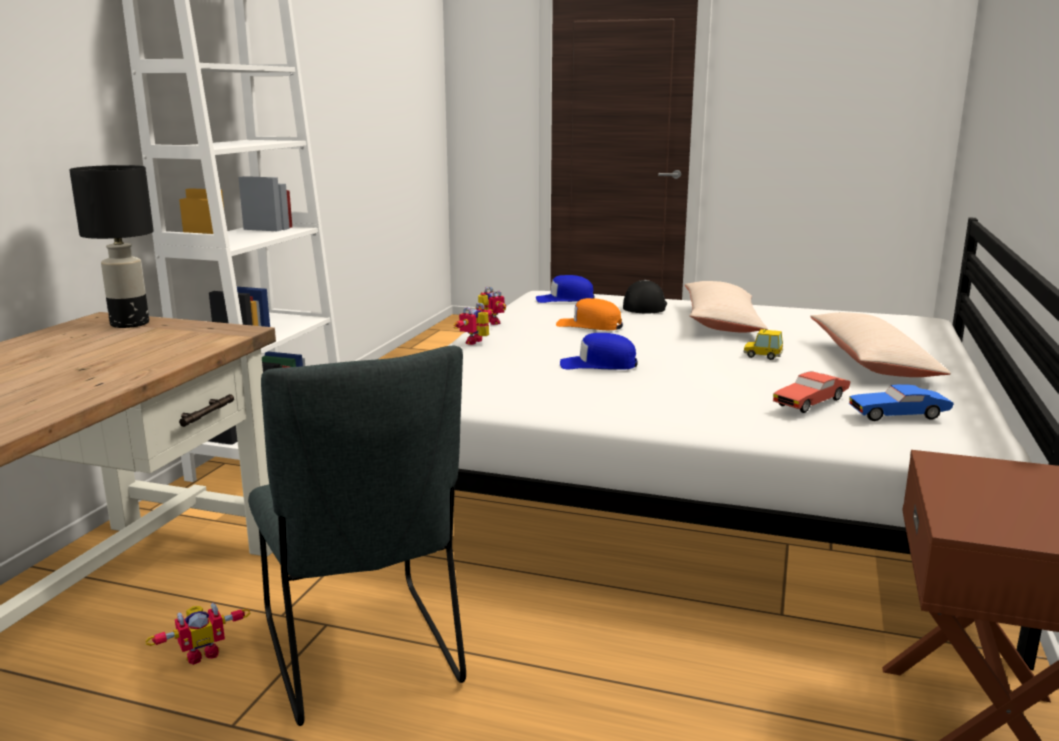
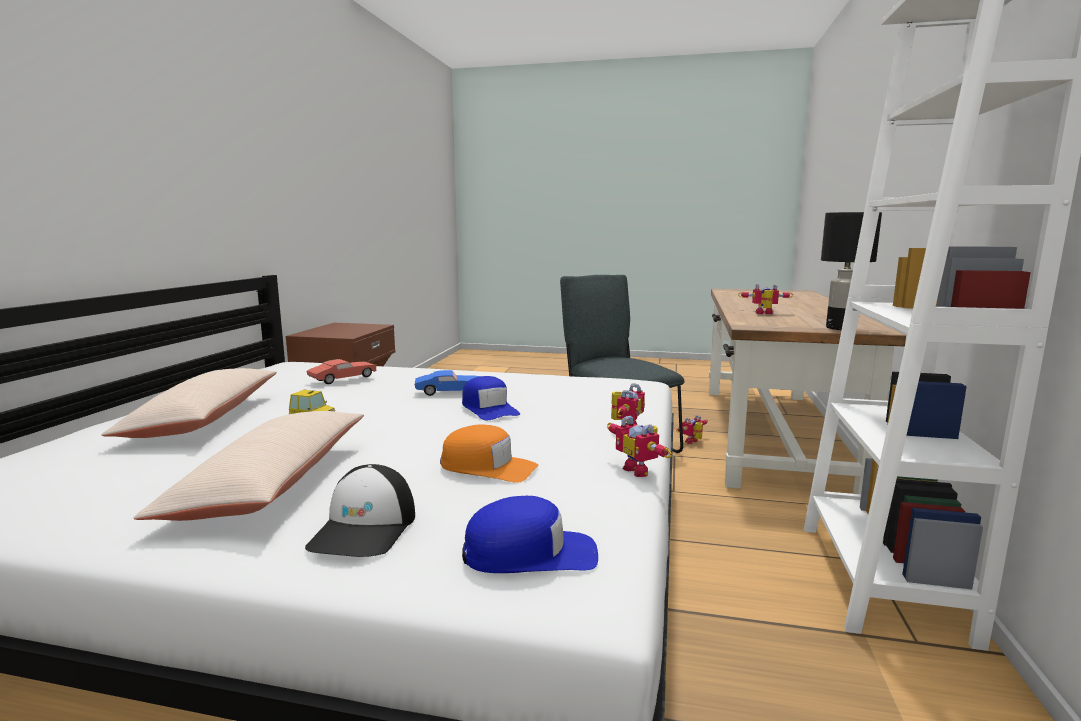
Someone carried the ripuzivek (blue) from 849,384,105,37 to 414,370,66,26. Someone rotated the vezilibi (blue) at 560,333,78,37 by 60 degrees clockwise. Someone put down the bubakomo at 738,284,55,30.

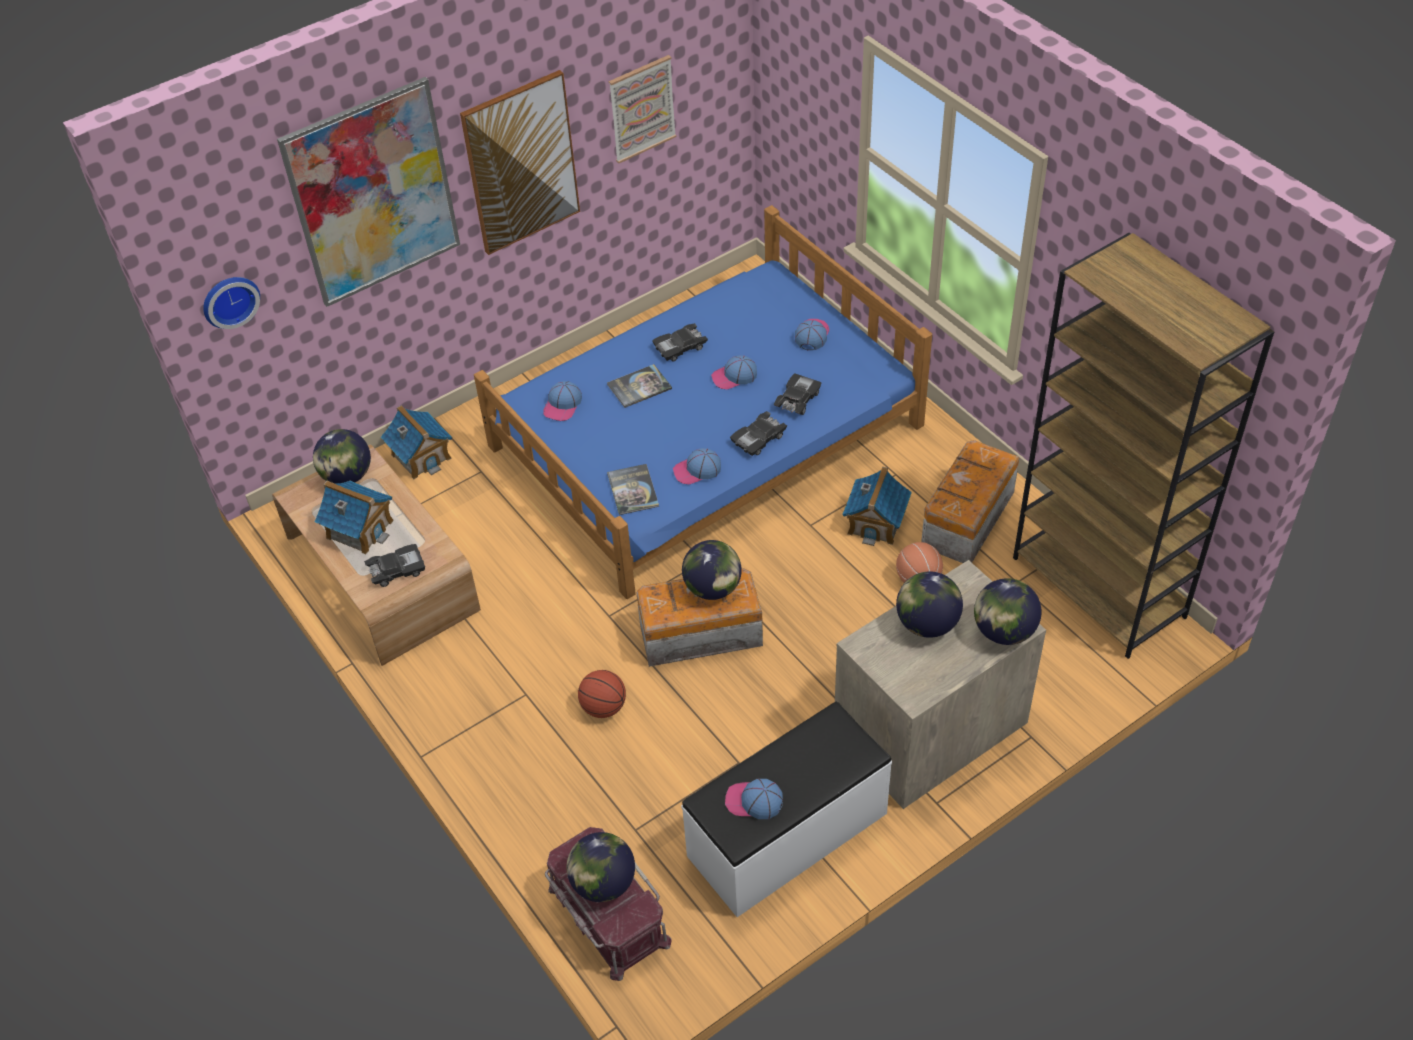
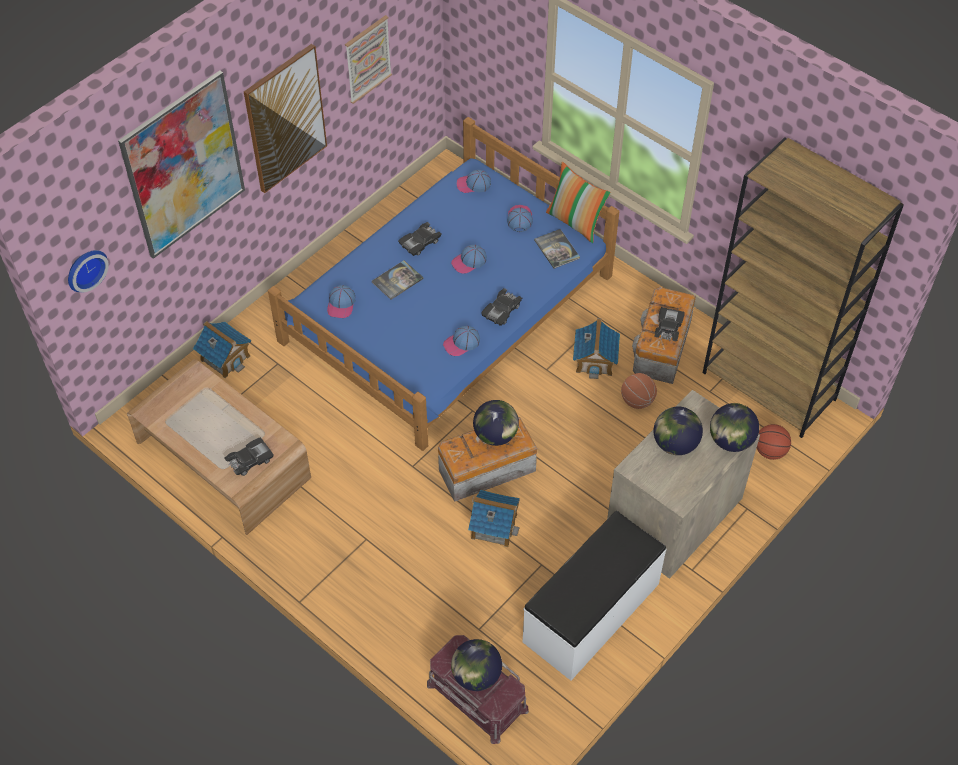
Someone carried the vezilibi from 725,779,58,40 to 457,170,34,23. Someone carried the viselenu from 315,481,79,73 to 468,490,52,57. Someone carried the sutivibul from 607,464,52,51 to 534,229,46,40. Someone put down the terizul at 546,162,65,81. Someone carried the ripuzivek (black) from 774,374,48,41 to 654,307,31,35. Someone carried the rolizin from 578,670,48,48 to 757,424,34,36. Someone took away the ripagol at 313,429,58,54.

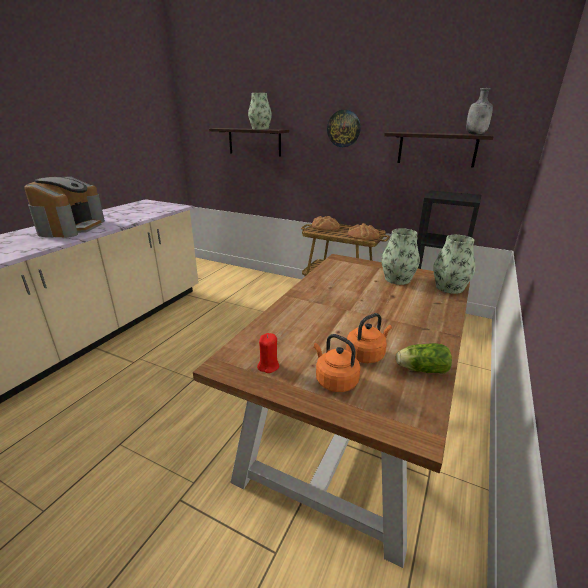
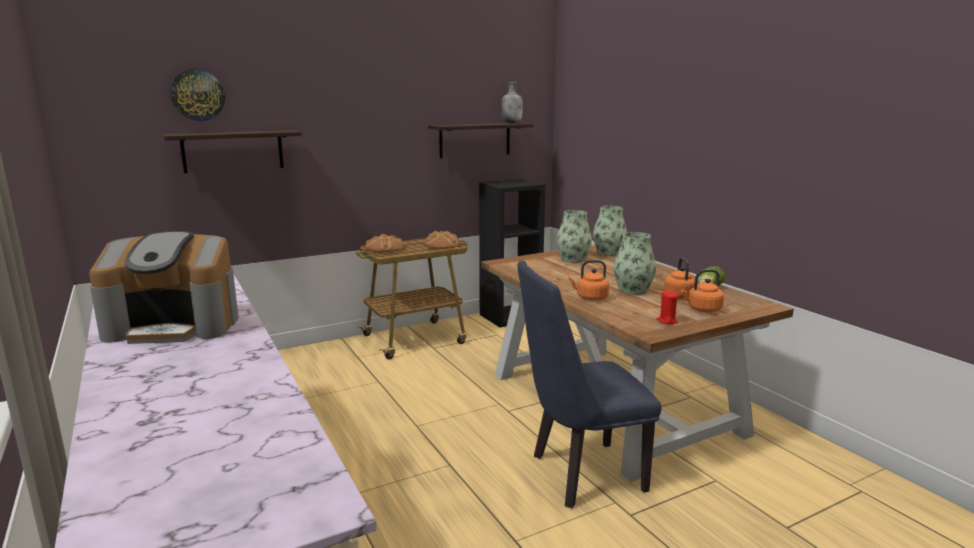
Someone rotated the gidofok at 24,177,81,61 by 135 degrees clockwise. Someone carried the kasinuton from 327,110,34,37 to 170,69,55,52. Someone put down the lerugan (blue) at 518,261,144,247. Someone put down the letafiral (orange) at 568,260,41,41. Someone carried the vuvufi from 248,93,24,37 to 614,232,42,63.

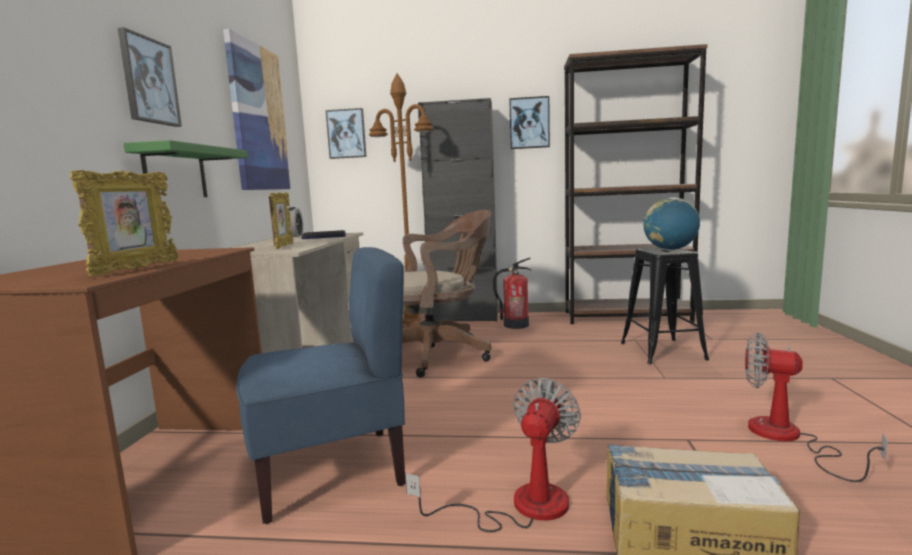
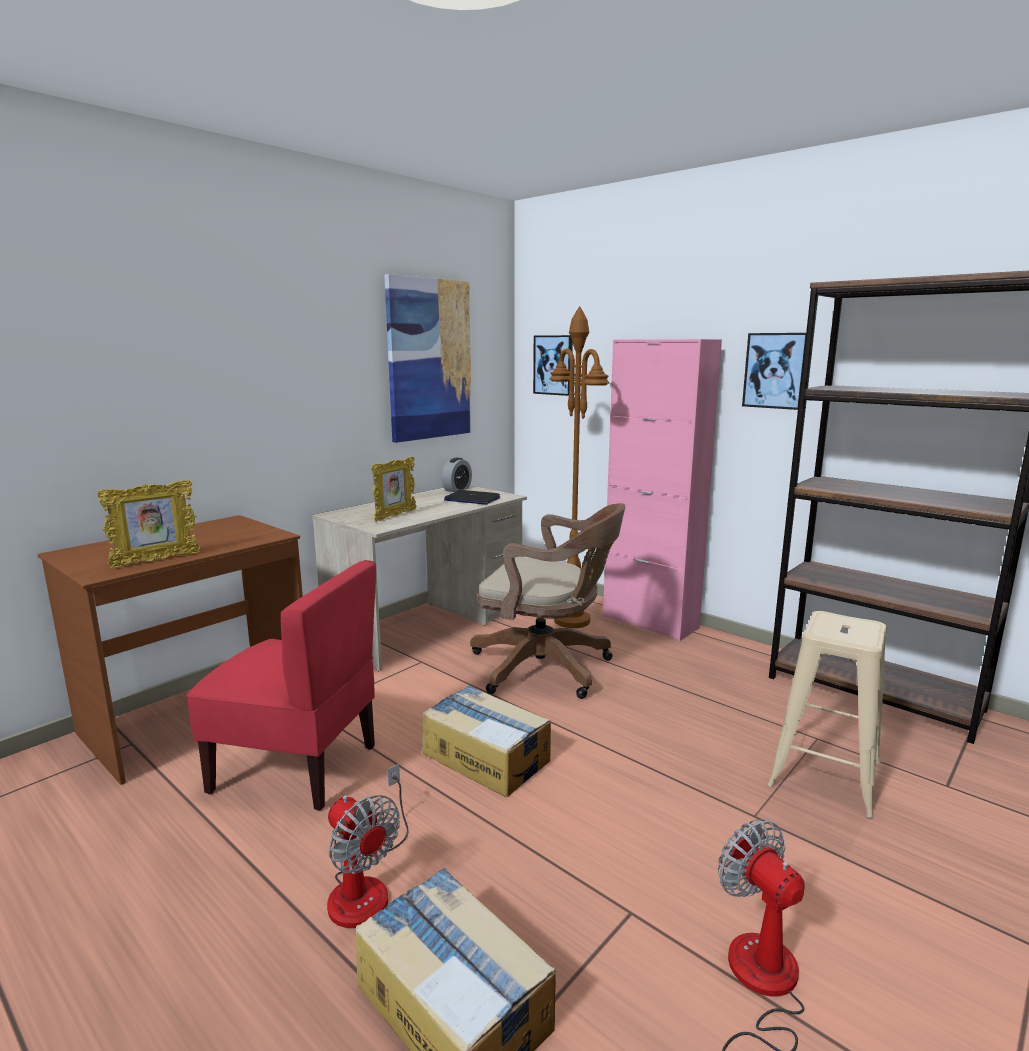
Someone repainted the lerugan (blue) at 236,247,170,277, which became the lerugan (red) at 186,560,190,251. Someone rotated the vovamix at 405,378,176,154 by 75 degrees clockwise. Someone put down the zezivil at 422,685,129,112. Someone repainted the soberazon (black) at 418,98,80,224, which became the soberazon (pink) at 603,339,119,302. Someone repainted the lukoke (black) at 621,248,88,116, which became the lukoke (beige) at 768,611,119,207. Someone took away the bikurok at 118,27,64,100. Someone took away the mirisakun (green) at 124,140,124,57. Someone took away the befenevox at 493,258,38,71. Someone took away the ripagol at 643,197,57,53.

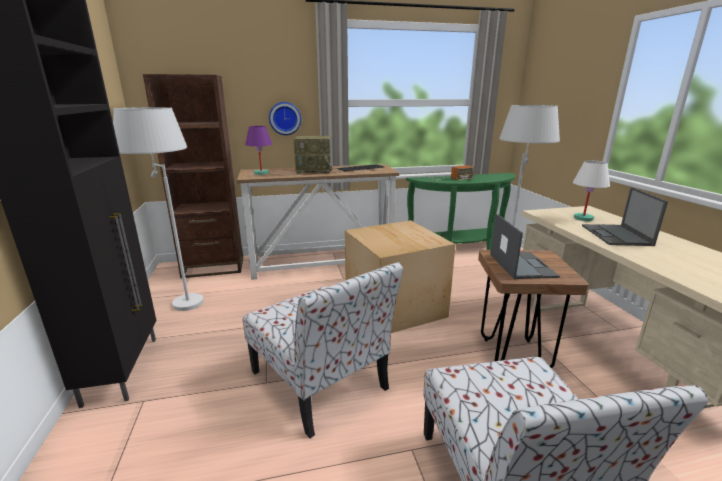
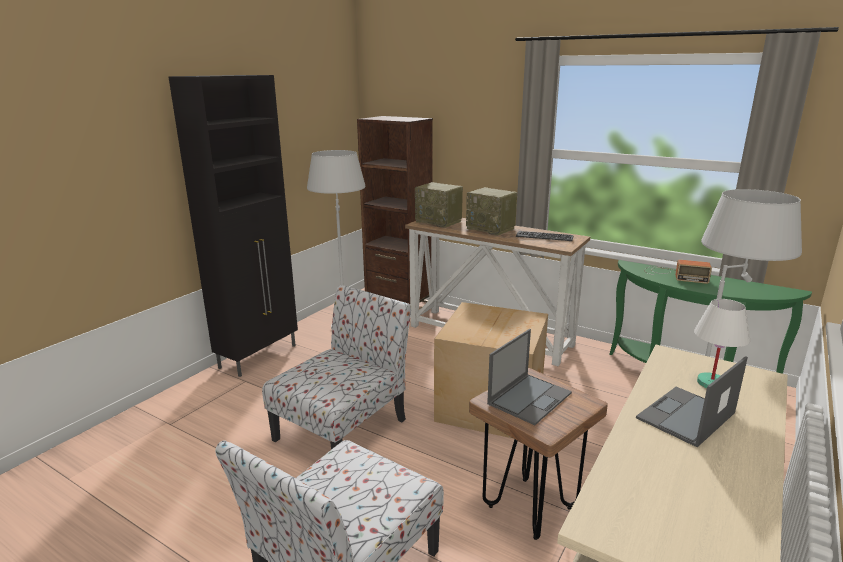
Someone rotated the lerugan at 243,262,160,176 by 150 degrees counterclockwise. Someone swapped the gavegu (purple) at 245,126,27,49 for the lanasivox at 415,182,48,46. Someone took away the kasinuton at 269,102,32,33.

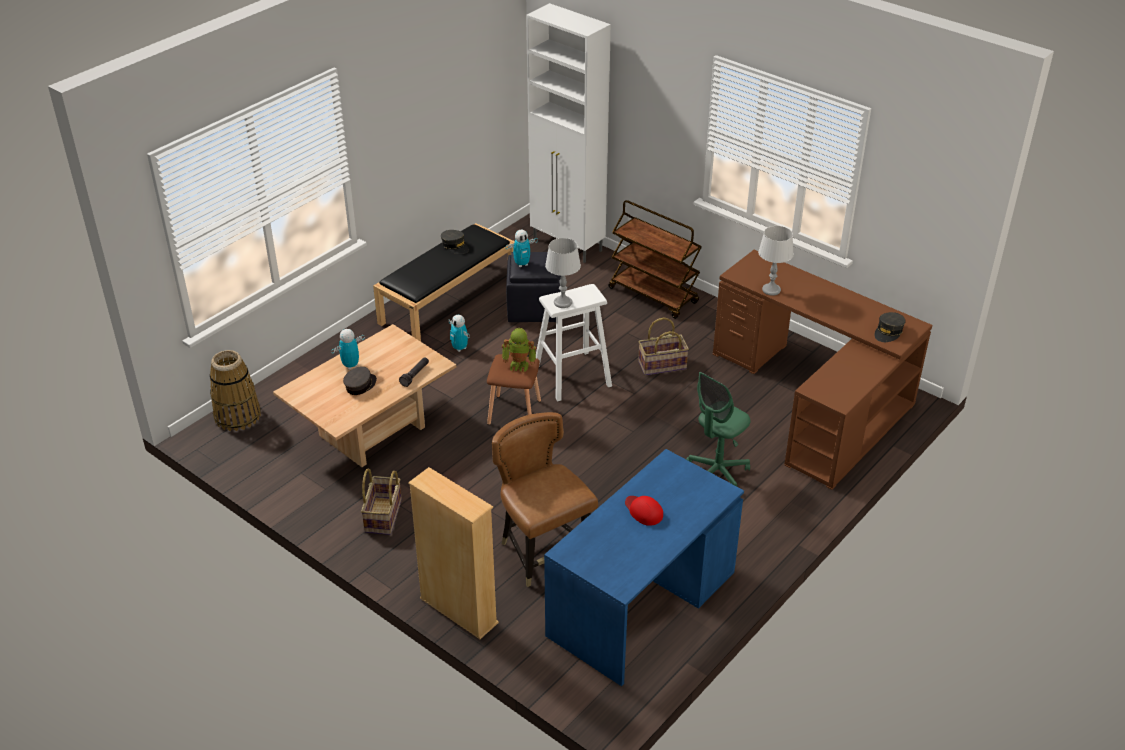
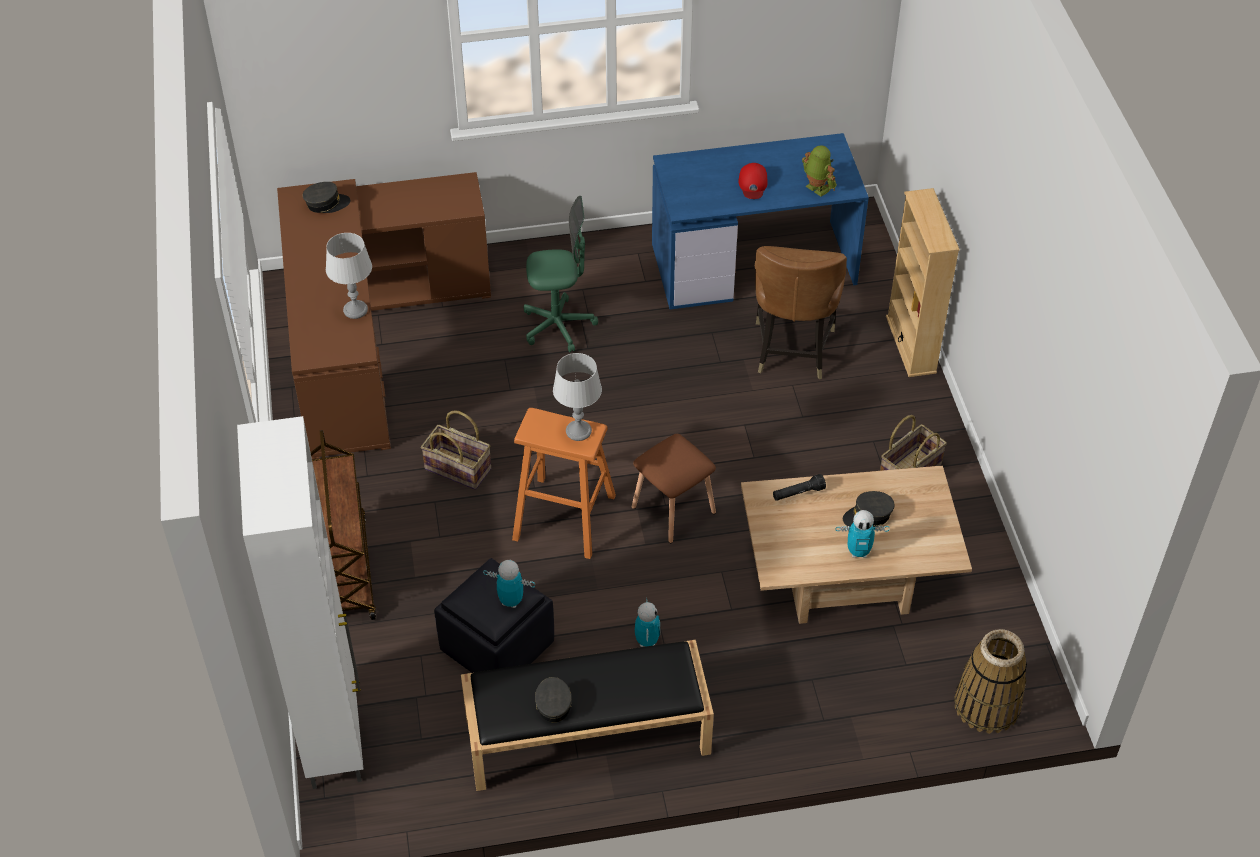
Someone repainted the lukoke (white) at 536,284,76,117, which became the lukoke (orange) at 512,408,104,151. Someone carried the bubakomo from 502,328,35,45 to 802,145,35,51.

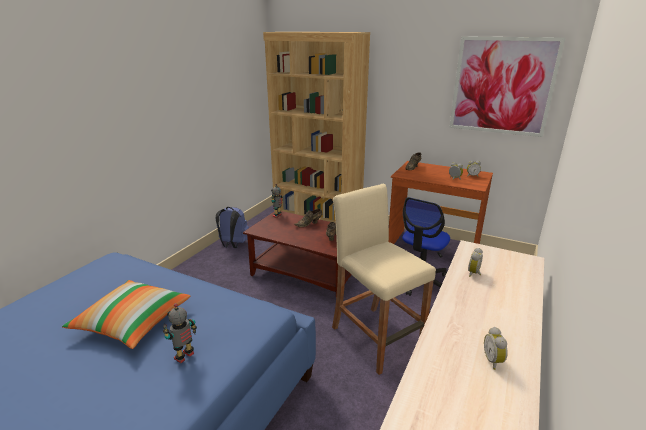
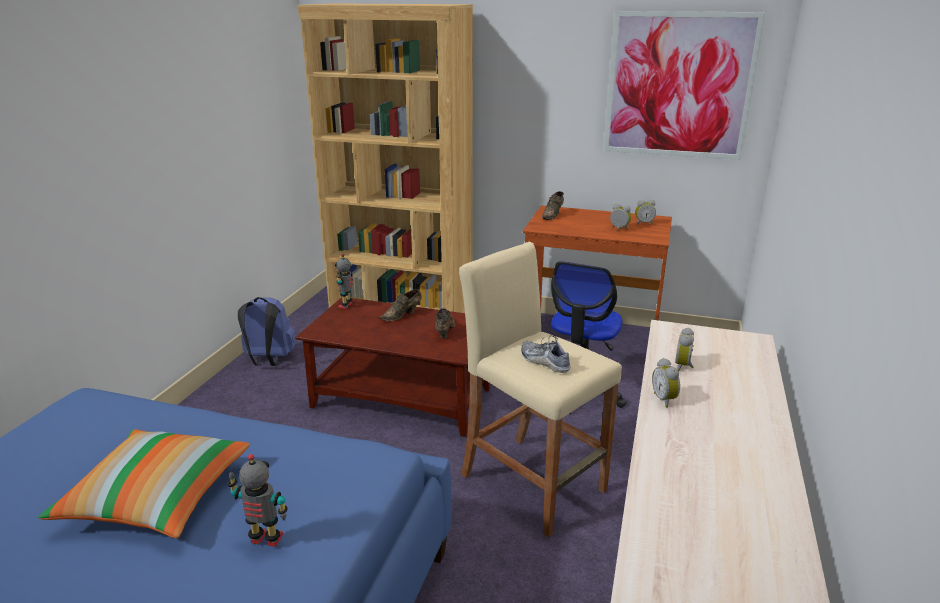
Someone rotated the bubakomo at 163,303,34,60 by 75 degrees clockwise. Someone put down the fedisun at 521,335,49,38. Someone carried the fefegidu from 484,327,24,43 to 652,358,28,50.

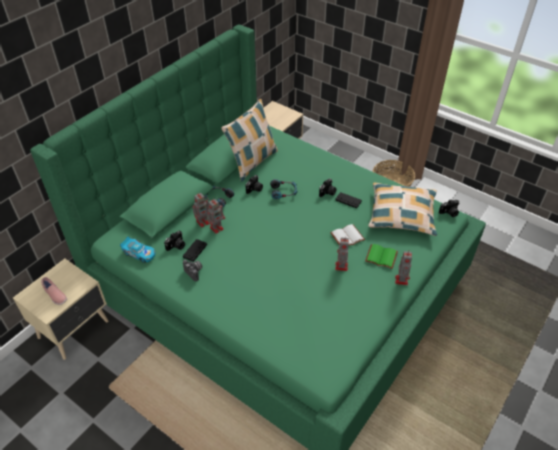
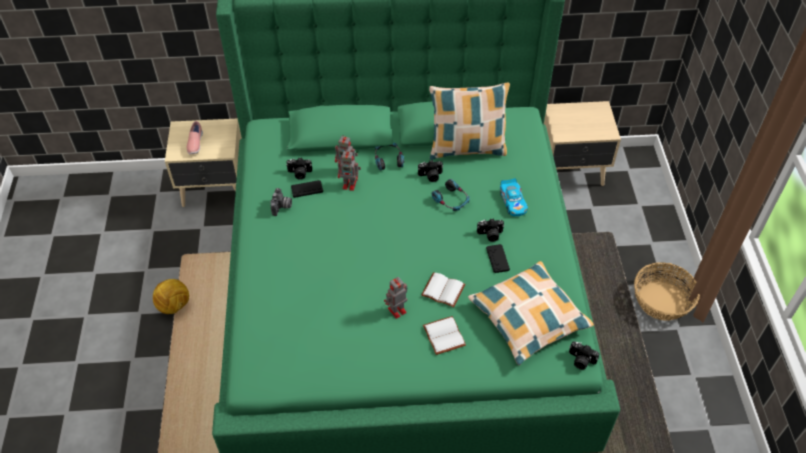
Someone put down the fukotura at 153,279,36,35. Someone repainted the sutivibul (green) at 365,244,33,25, which became the sutivibul (white) at 423,316,43,39. Someone carried the ripuzivek from 120,237,36,26 to 500,178,28,38. Someone took away the bubakomo at 395,251,17,34.

